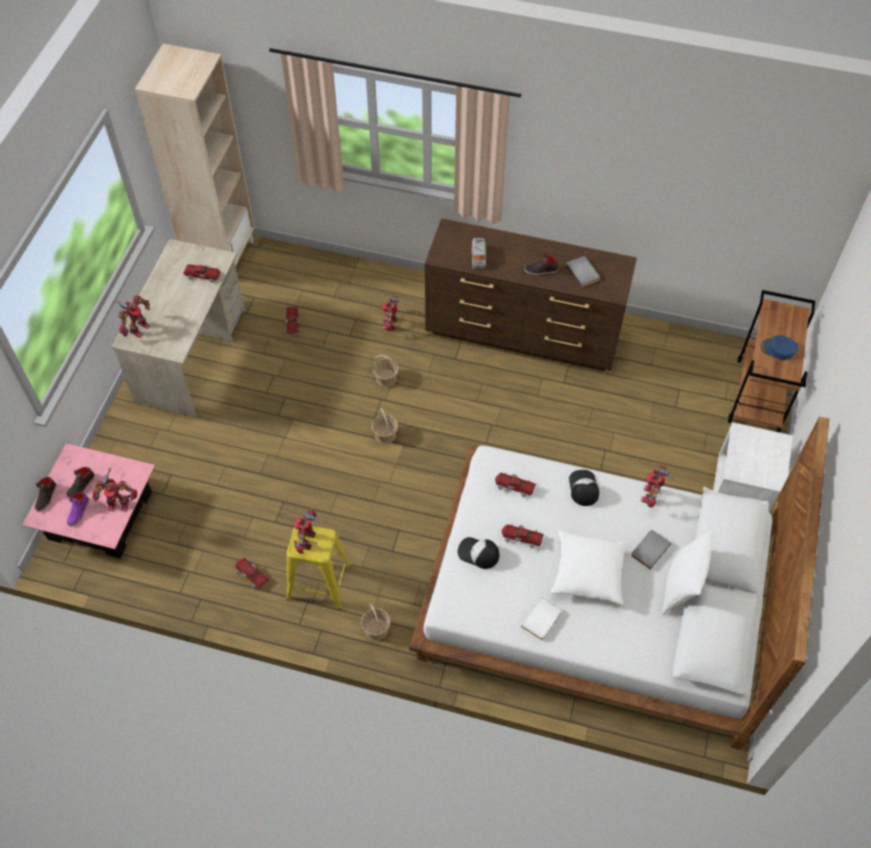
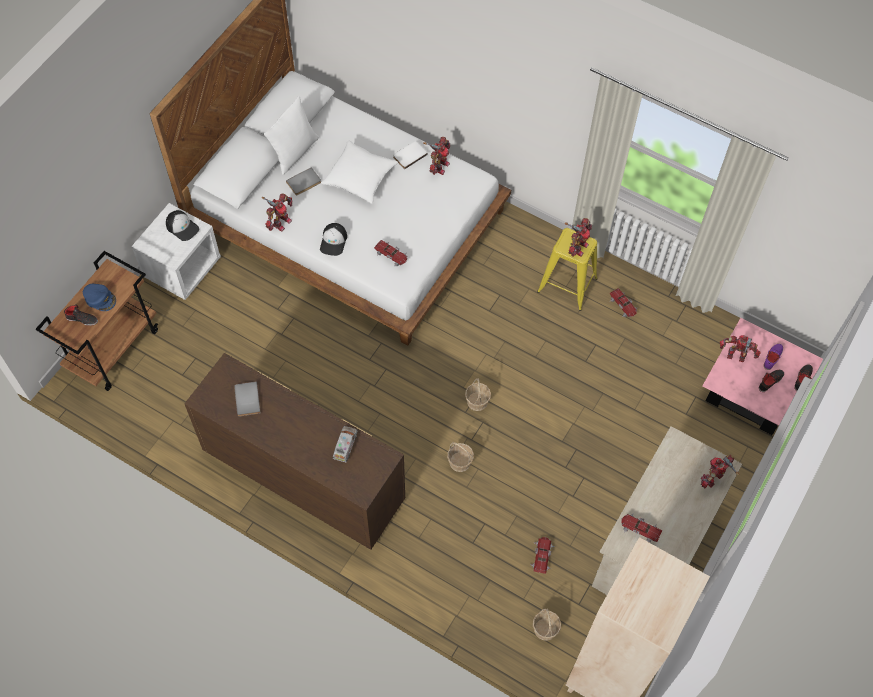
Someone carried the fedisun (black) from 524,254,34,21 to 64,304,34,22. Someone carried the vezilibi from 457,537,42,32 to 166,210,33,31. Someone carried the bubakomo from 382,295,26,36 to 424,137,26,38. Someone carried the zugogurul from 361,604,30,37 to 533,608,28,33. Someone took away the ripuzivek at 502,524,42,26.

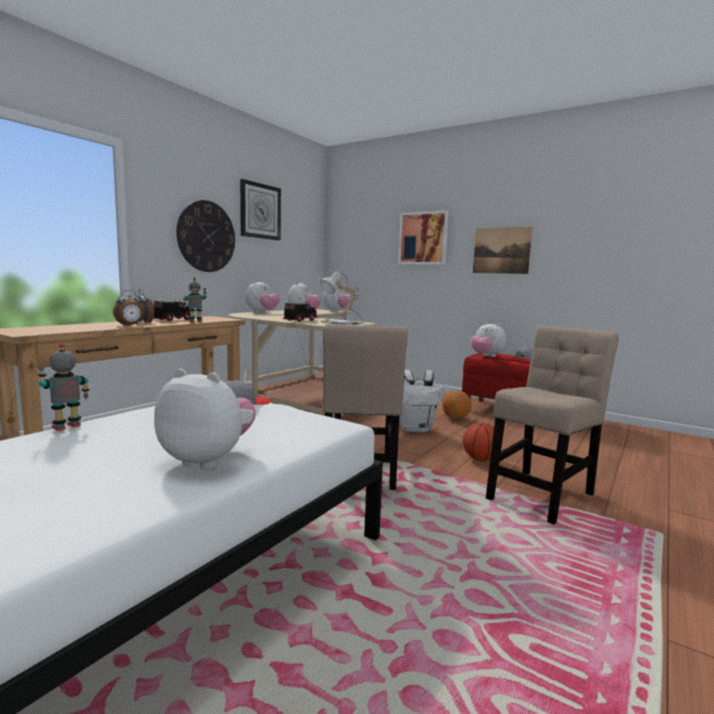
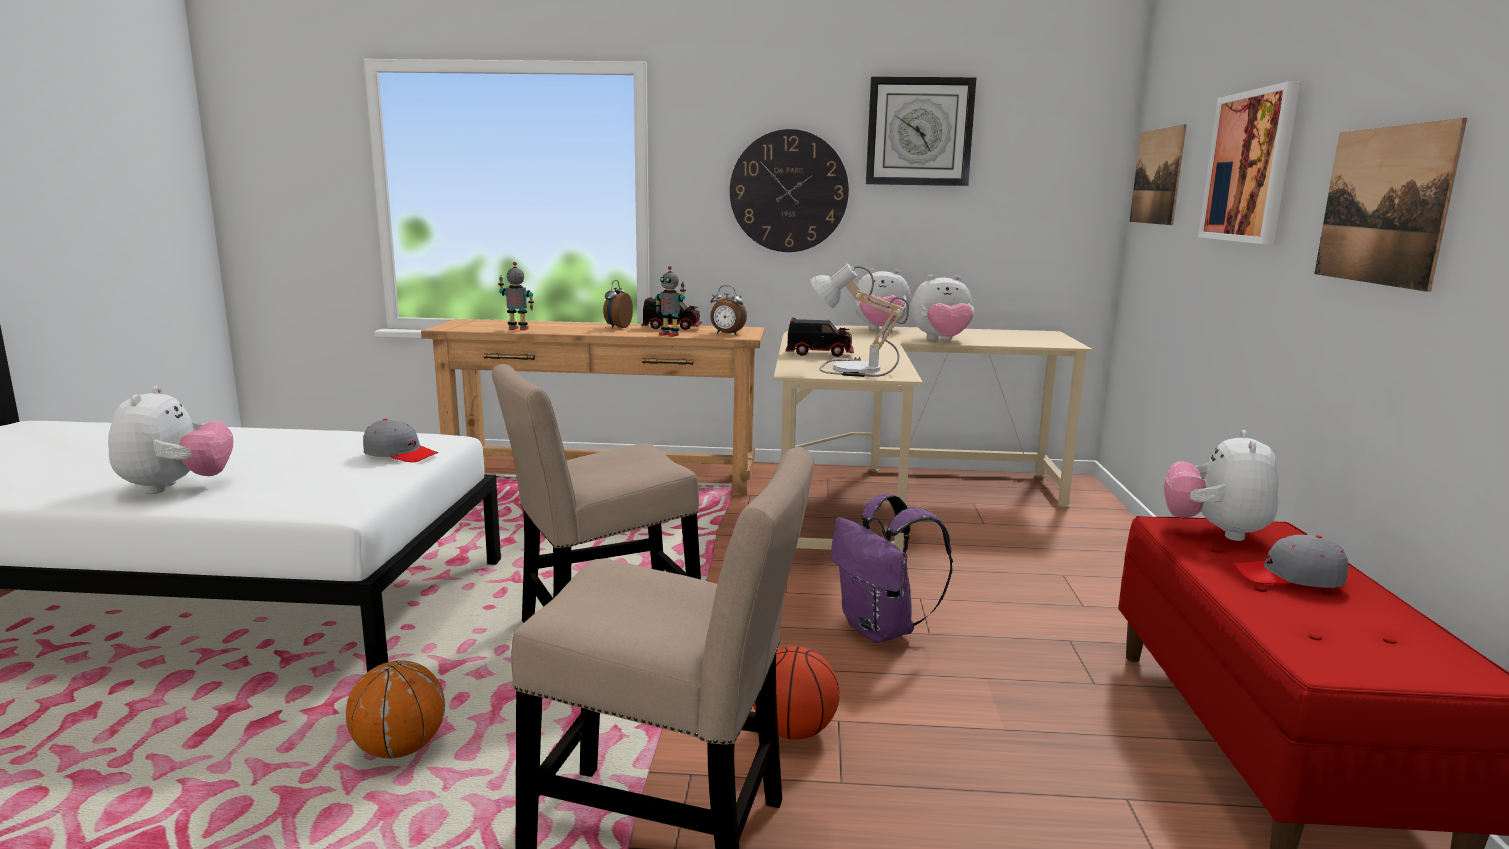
Someone carried the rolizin from 442,390,29,29 to 346,660,99,99. Someone carried the bubakomo from 38,343,52,88 to 498,262,36,68. Someone carried the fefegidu from 113,290,30,36 to 710,285,37,50. Someone repainted the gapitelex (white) at 399,369,45,63, which became the gapitelex (purple) at 831,494,122,149. Someone put up the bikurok at 1130,124,57,101. Someone took away the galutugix at 323,284,28,27.

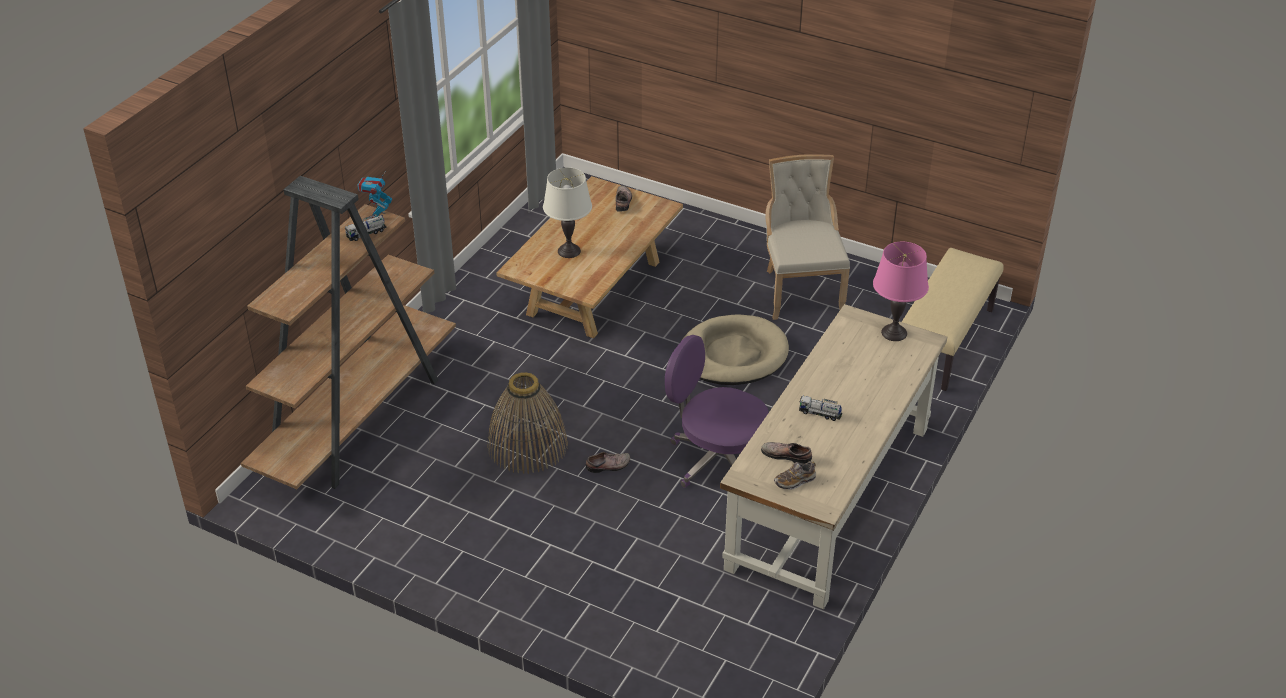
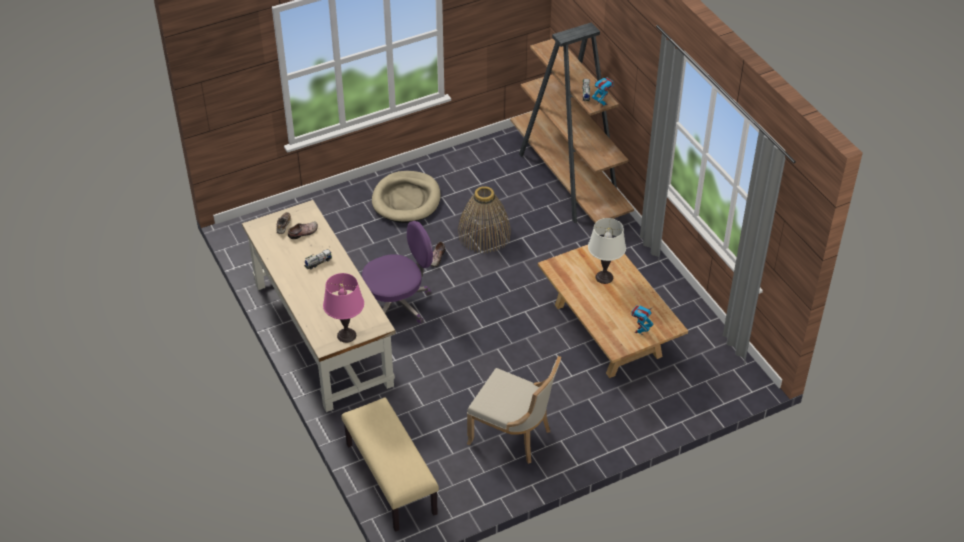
Someone carried the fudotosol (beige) from 682,314,107,71 to 372,171,69,52. Someone swapped the fedisun at 616,186,16,26 for the bubakomo at 631,305,23,30.

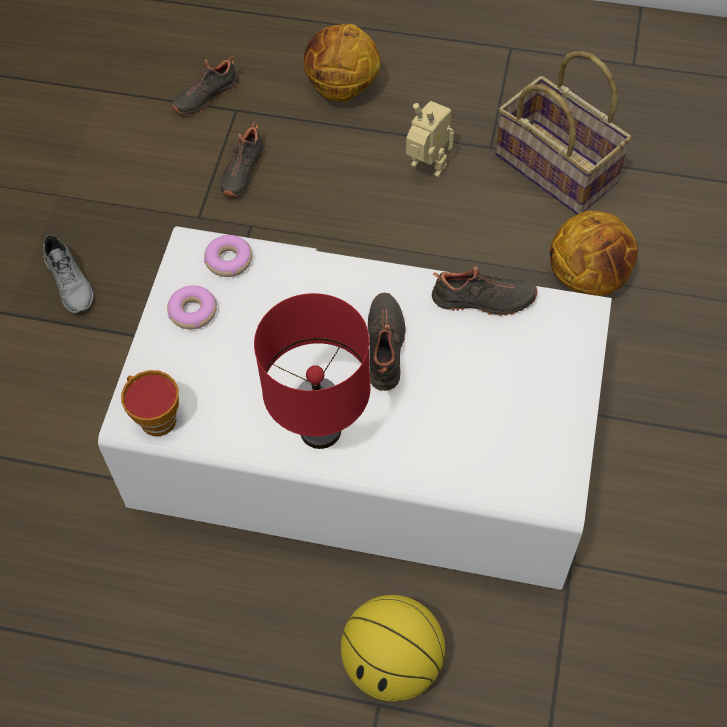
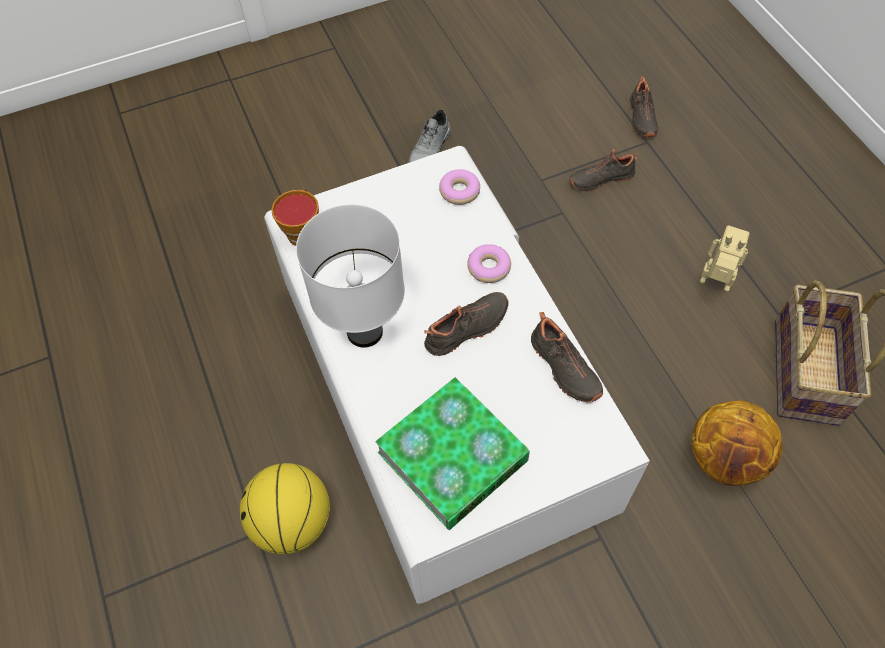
Someone repainted the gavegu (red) at 254,293,117,156, which became the gavegu (white) at 296,204,109,144. Someone put down the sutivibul at 375,377,155,153. Someone carried the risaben from 167,285,50,44 to 467,244,44,39. Someone rotated the fedisun (black) at 171,56,68,59 by 105 degrees counterclockwise. Someone rotated the bubakomo at 406,101,48,76 by 60 degrees counterclockwise. Someone took away the rolizin at 304,24,76,78.

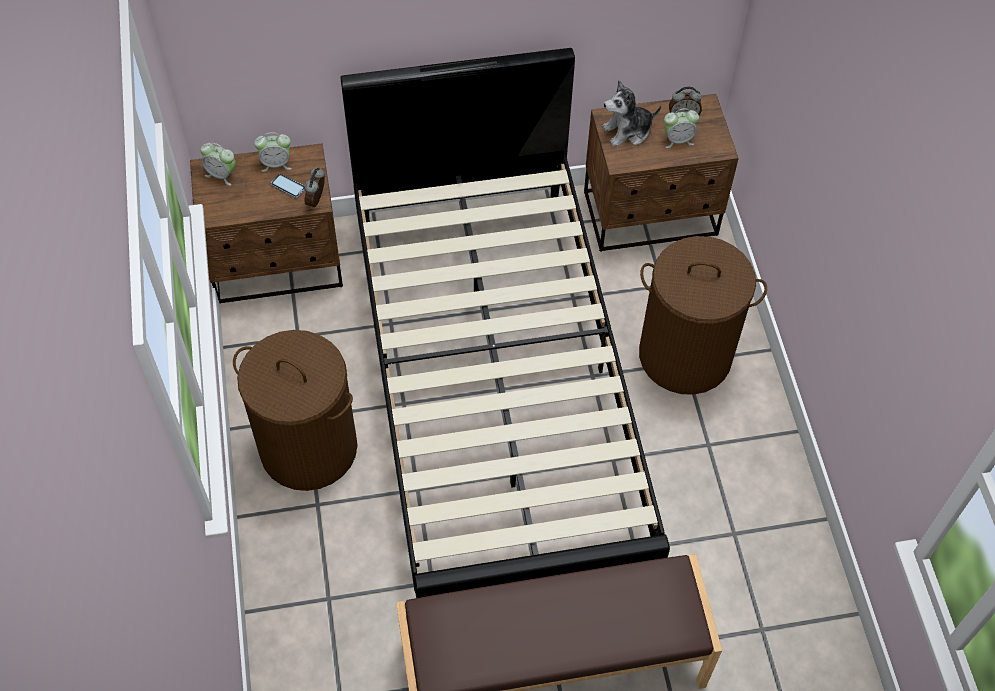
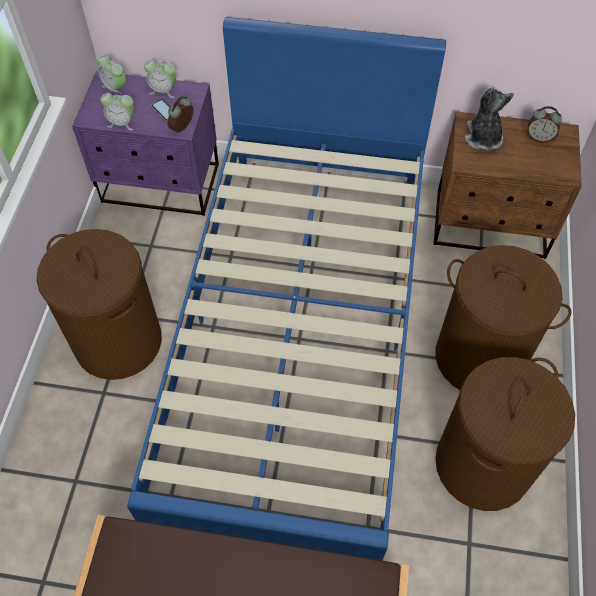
Someone repainted the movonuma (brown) at 190,143,153,160, which became the movonuma (purple) at 72,71,147,145. Someone carried the fefegidu from 664,109,35,39 to 100,91,34,39. Someone repainted the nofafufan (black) at 340,48,330,550, which became the nofafufan (blue) at 127,17,319,544. Someone put down the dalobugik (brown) at 435,357,140,154. Someone rotated the galutugix at 602,80,59,67 by 90 degrees clockwise.

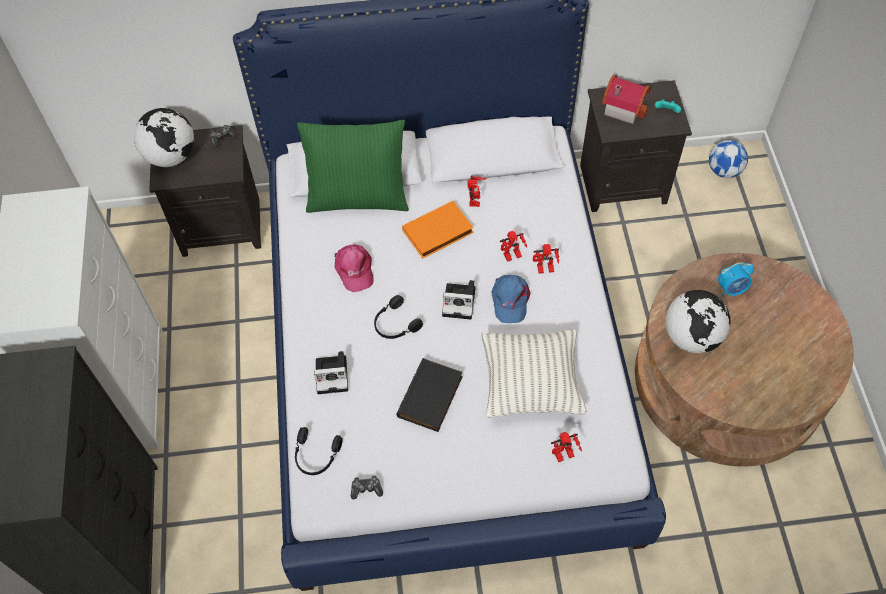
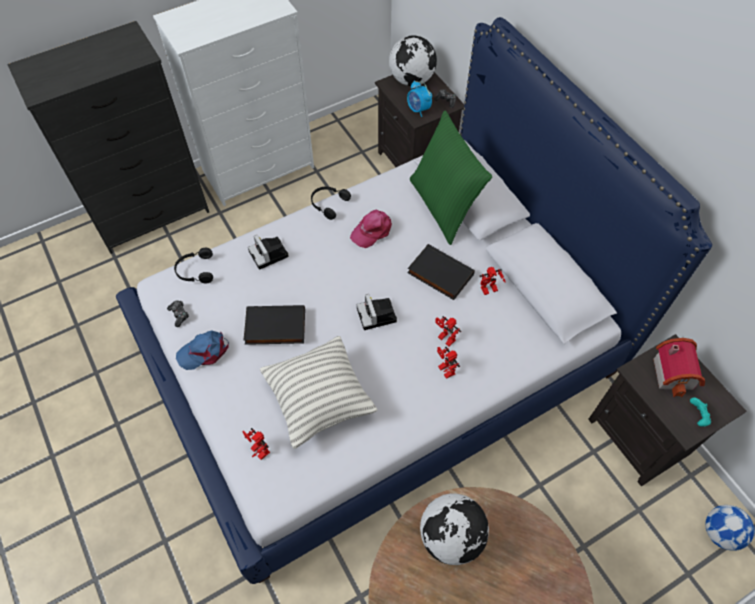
Someone carried the vezilibi (blue) from 492,275,38,48 to 176,330,53,40. Someone carried the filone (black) from 374,295,49,44 to 311,187,40,33. Someone carried the fefegidu from 718,262,36,35 to 407,80,25,37. Someone repainted the sutivibul (orange) at 402,201,72,57, which became the sutivibul (black) at 407,244,68,56.

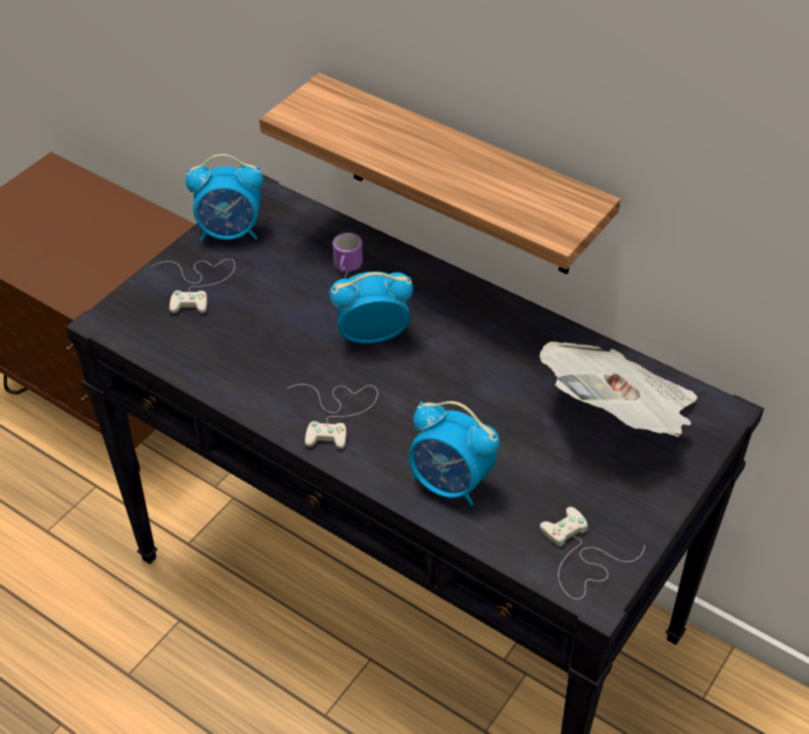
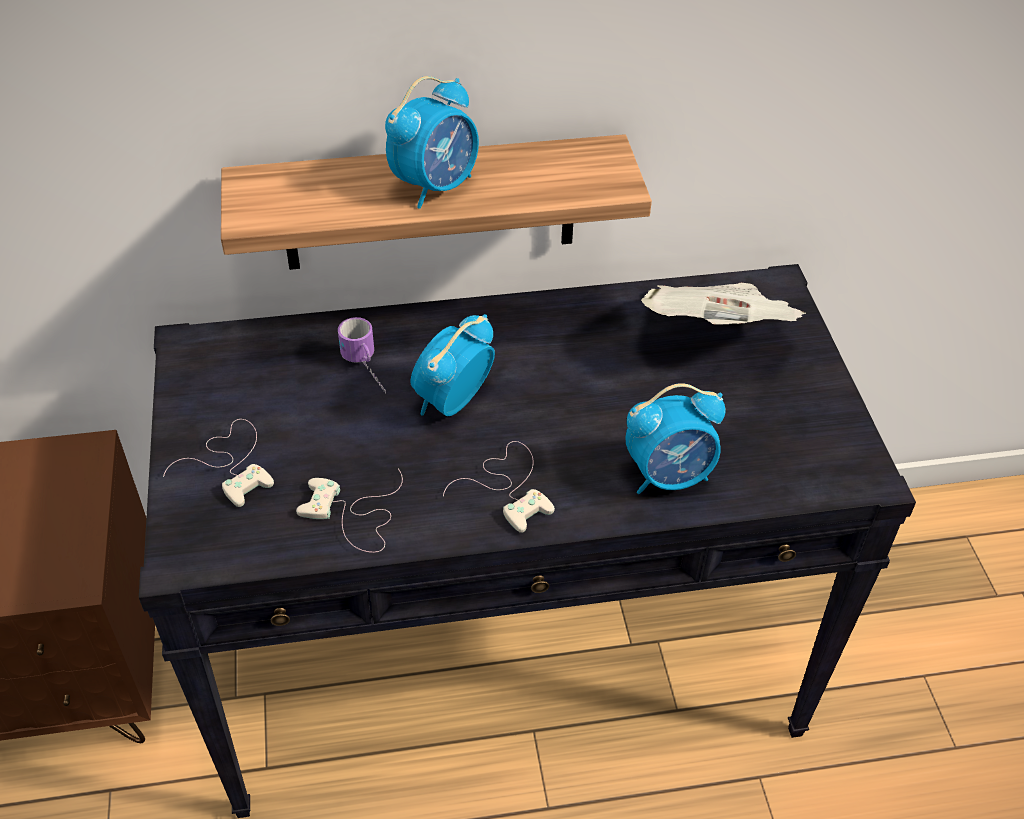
Someone carried the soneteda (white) from 540,507,105,92 to 296,468,107,85. Someone carried the fefegidu from 186,154,77,88 to 385,76,94,133.

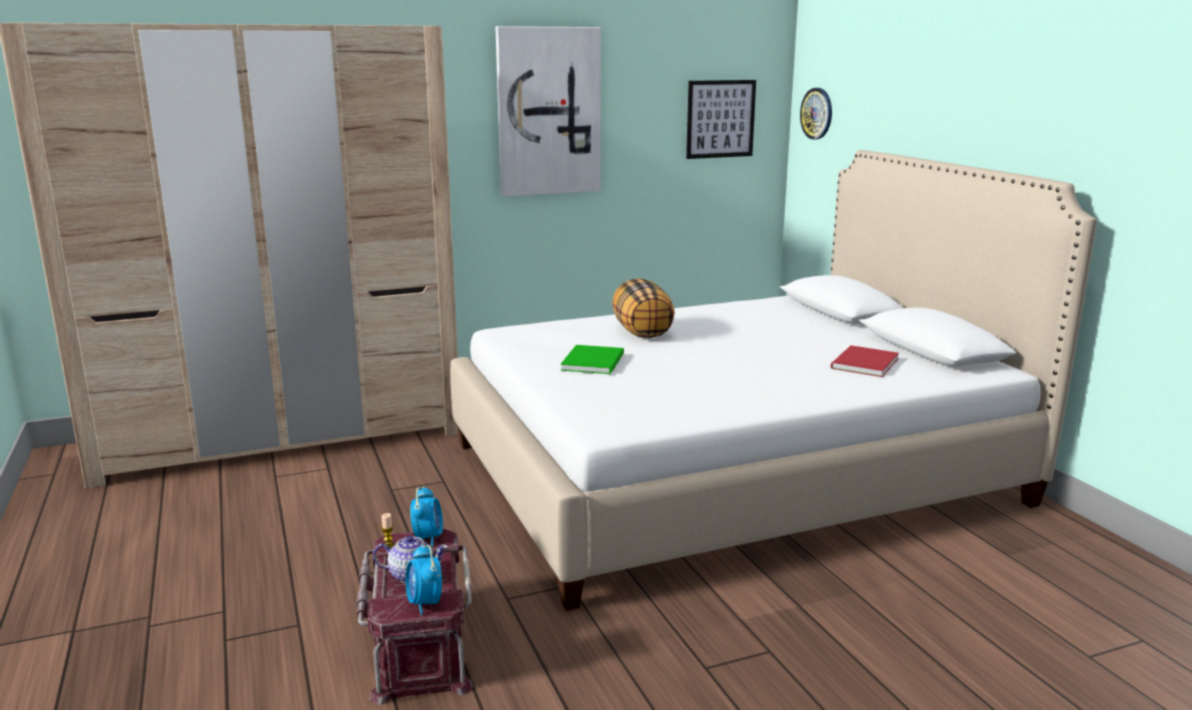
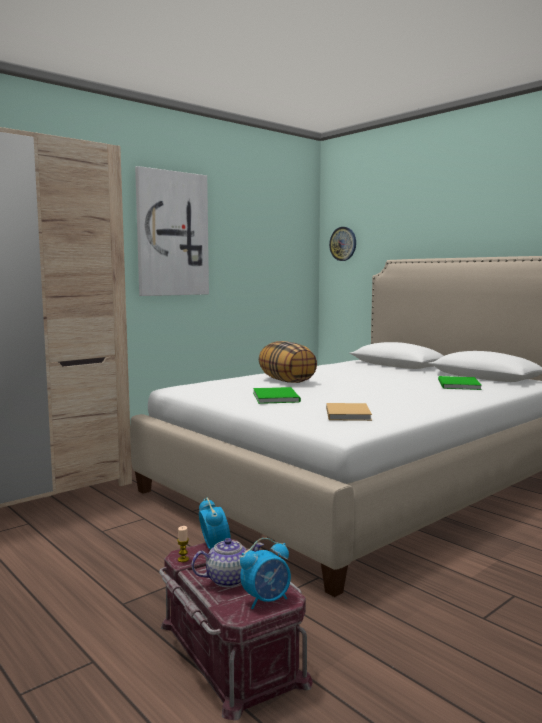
Someone rotated the fefegidu at 406,544,36,71 by 75 degrees counterclockwise. Someone put down the sutivibul (beige) at 326,403,46,18. Someone repainted the sutivibul (red) at 831,345,68,32, which became the sutivibul (green) at 438,376,44,14. Someone took away the bikurok at 686,80,70,79.

